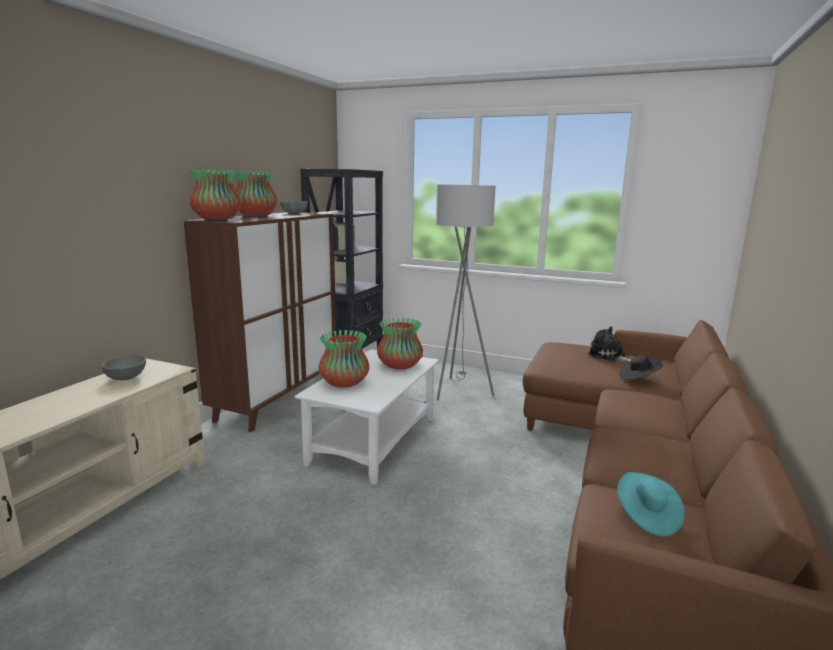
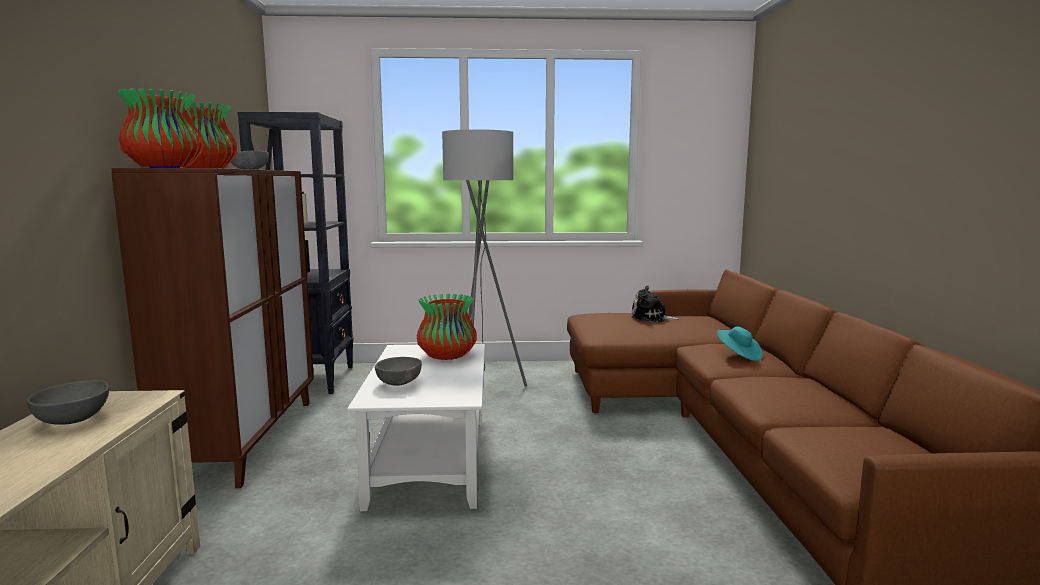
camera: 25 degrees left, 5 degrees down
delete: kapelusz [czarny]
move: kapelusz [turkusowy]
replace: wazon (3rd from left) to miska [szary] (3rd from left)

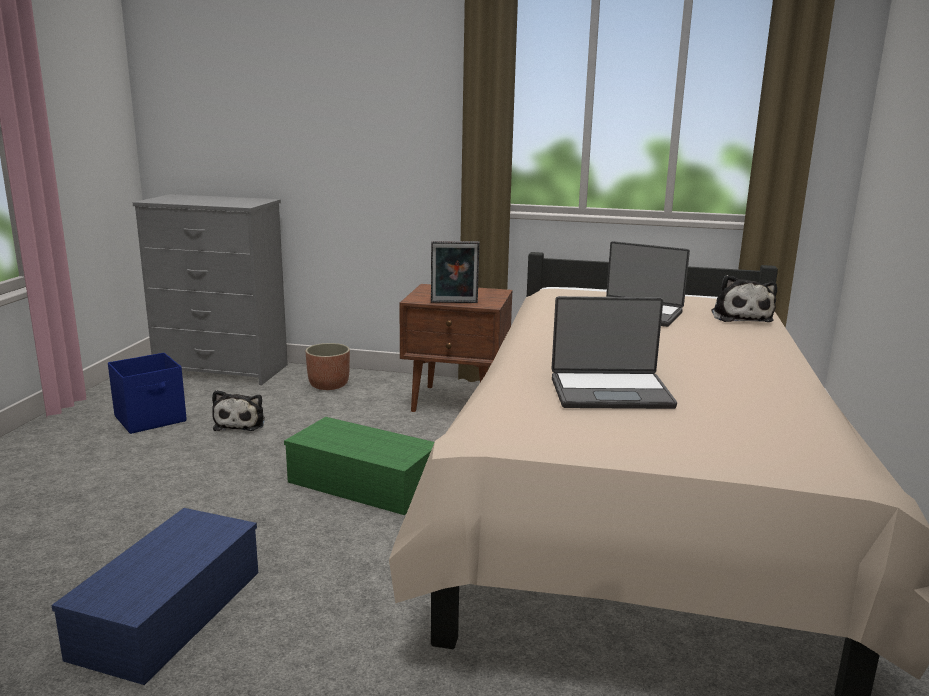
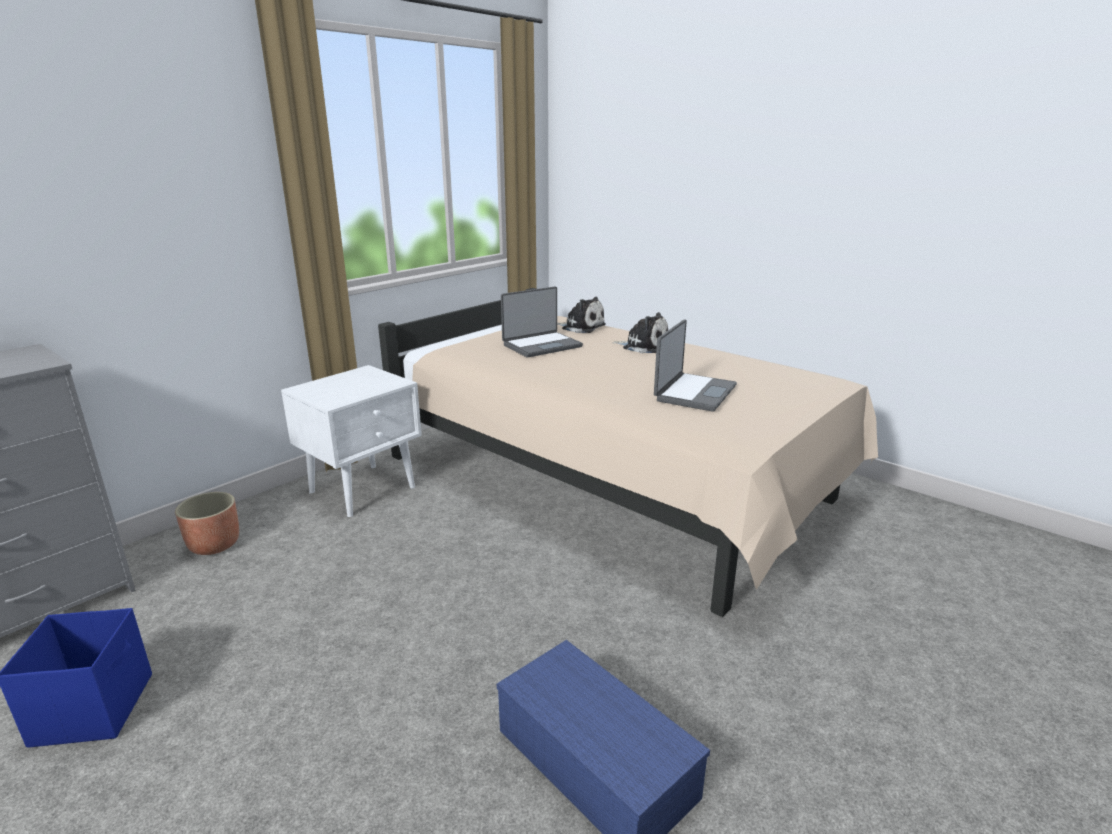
camera: 60 degrees left, 5 degrees up
delete: pojemnik do przechowywania [zielony]; ramka na zdjęcie
move: pluszak (1st from left in the first image) to pluszak (2nd from left)
recolor: szafka nocna [brązowy] to szafka nocna [biały]

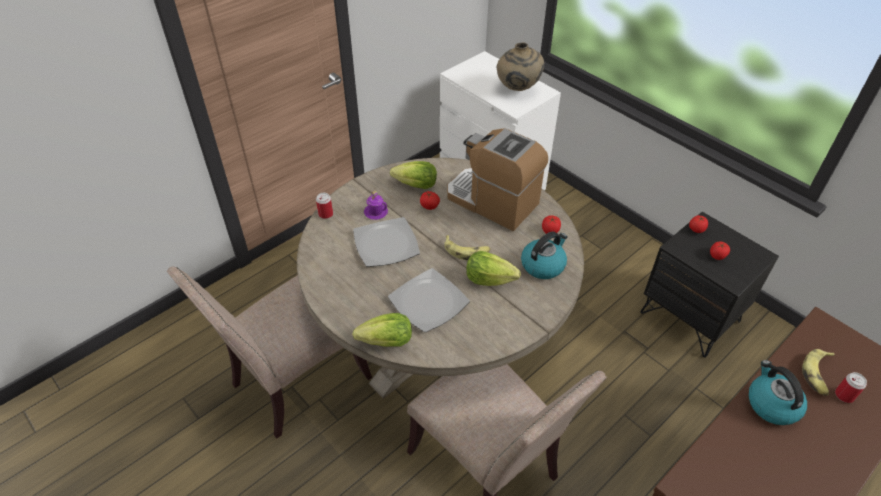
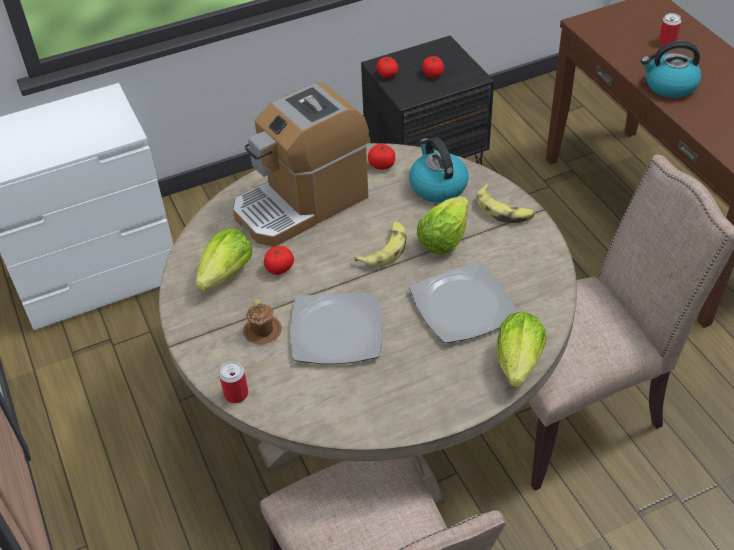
camera: 70 degrees left, 0 degrees up
delete: wazon [beżowy]
move: banan (2nd from left)
recolor: kubek [fioletowy] to kubek [brązowy]

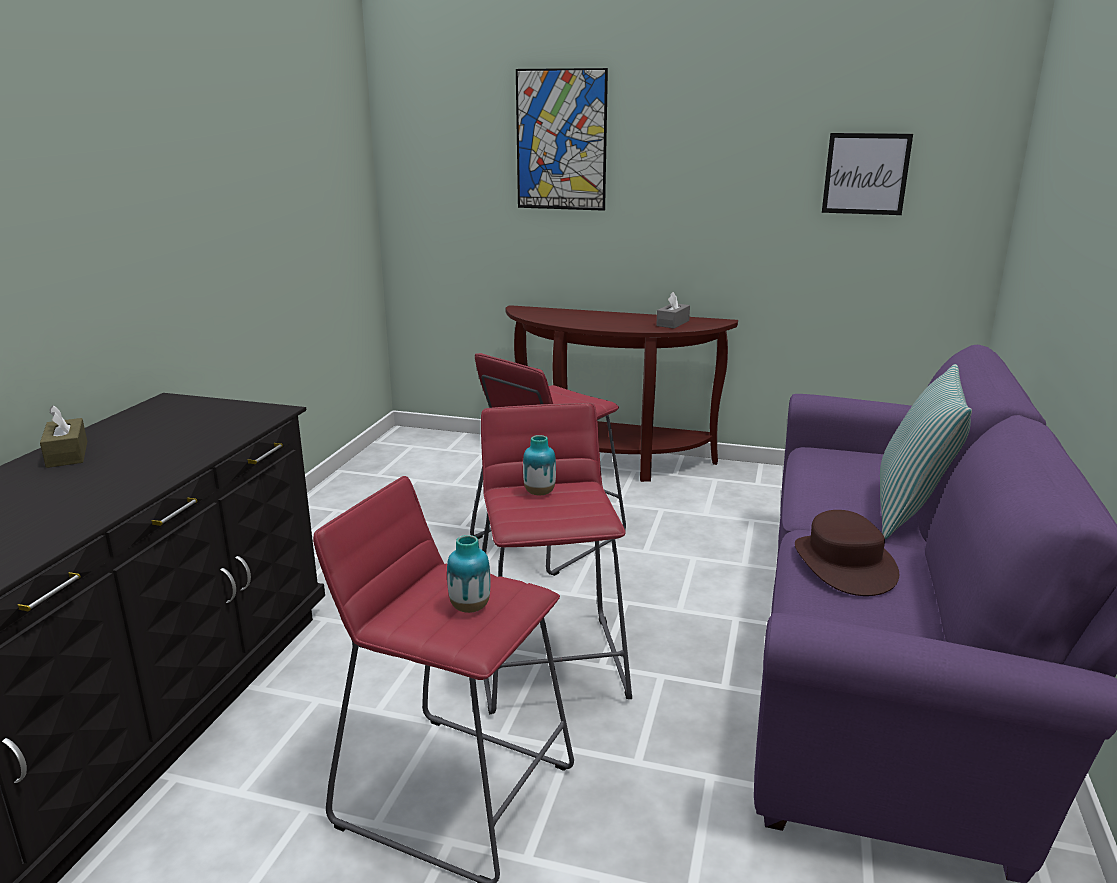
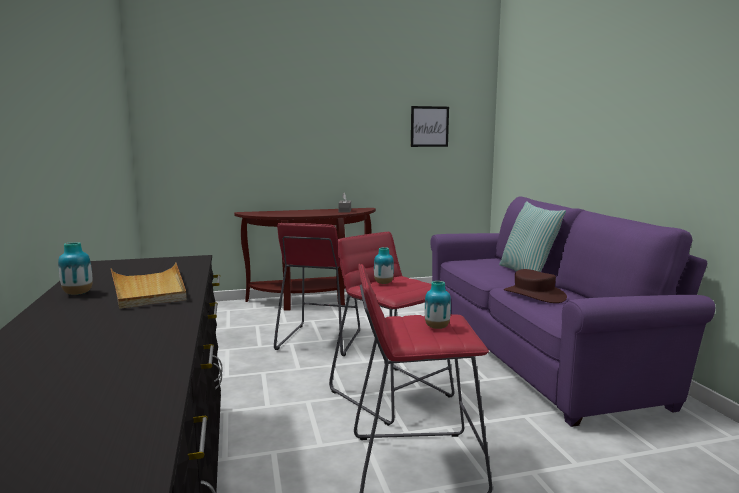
camera: 30 degrees left, 10 degrees down
delete: obraz (1st from left)
insert: taca [beżowy]
replace: pudełko chusteczek [brązowy] to wazon (1st from left)

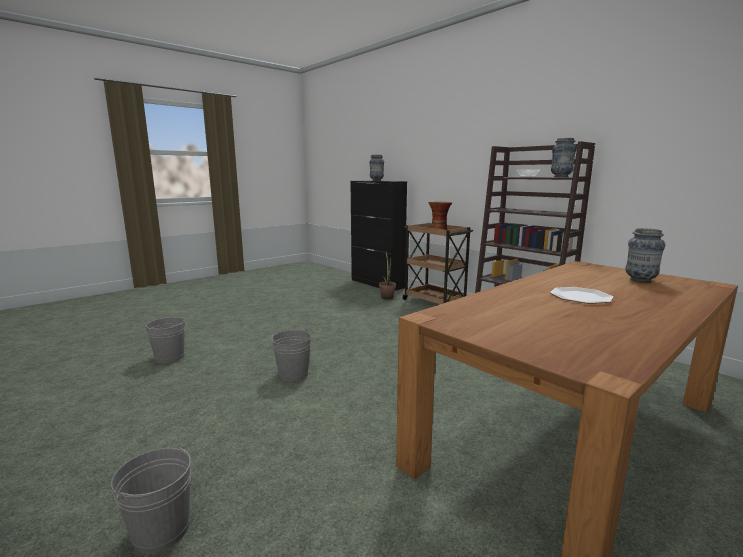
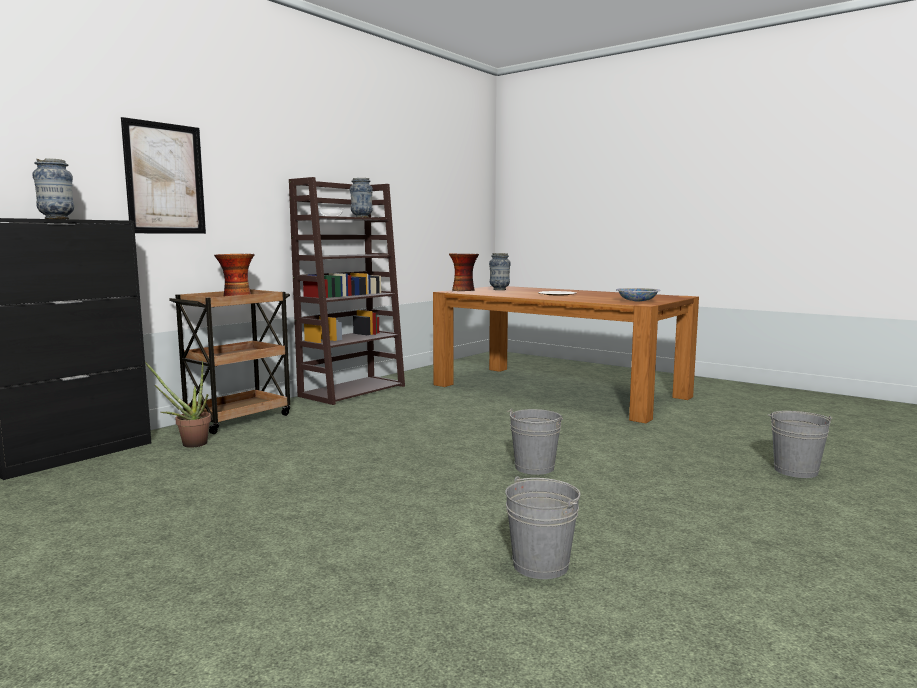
camera: 100 degrees left, 5 degrees down
insert: obraz; wazon (4th from left); miska (2nd from left)

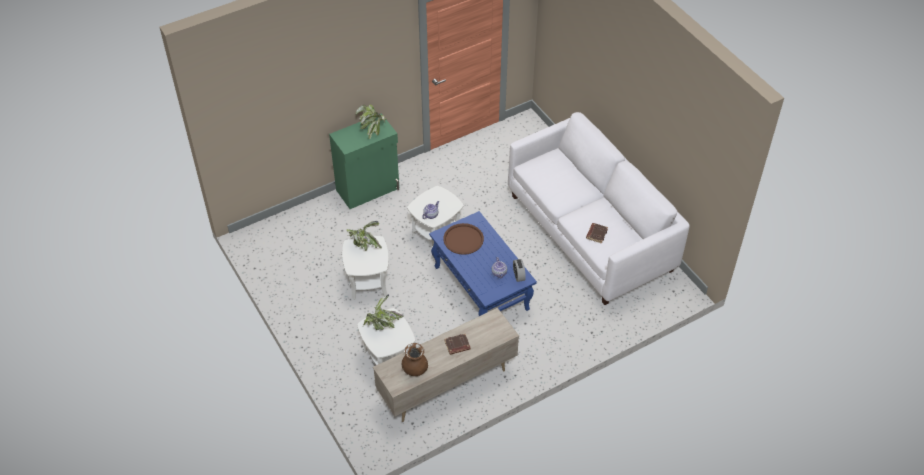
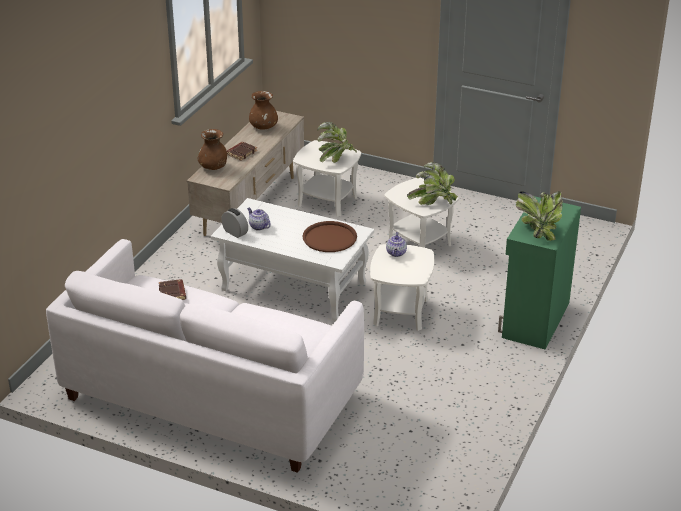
camera: 145 degrees right, 15 degrees down
insert: wazon [brązowy] (1st from left)
recolor: ława [niebieski] to ława [biały]

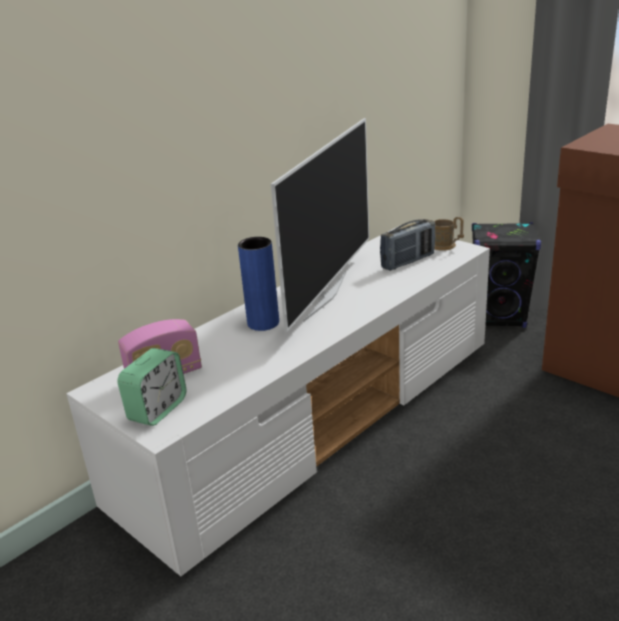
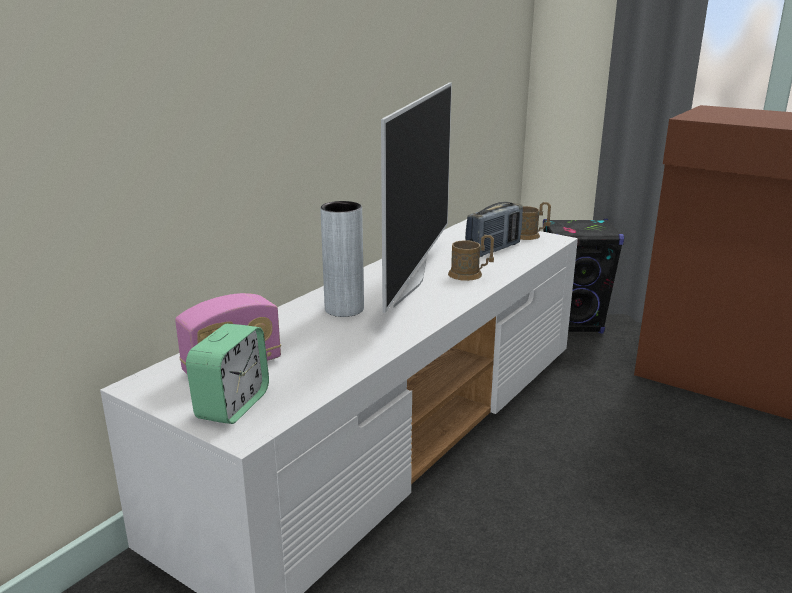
camera: 10 degrees left, 5 degrees down
insert: kubek [brązowy] (1st from left)
recolor: wazon [niebieski] to wazon [szary]

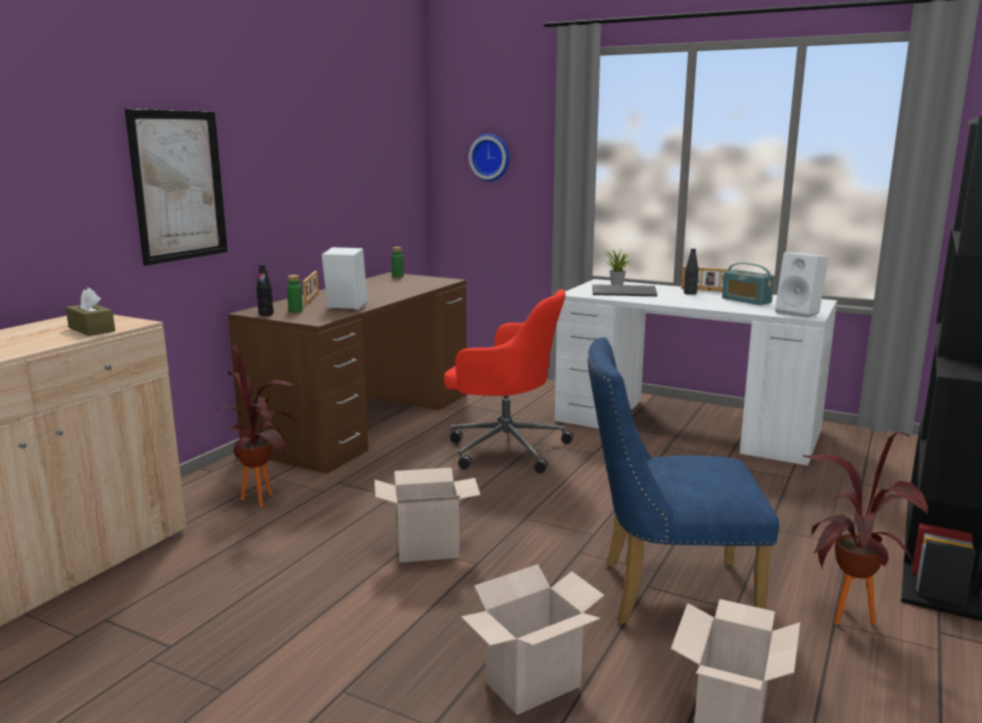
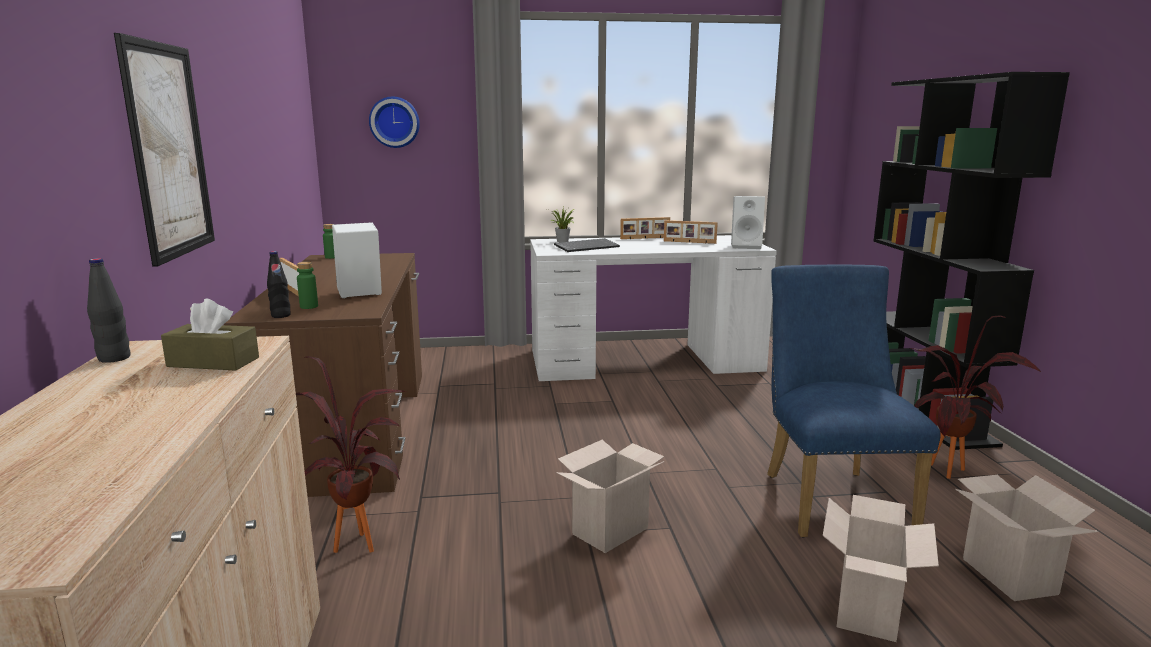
camera: 35 degrees left, 0 degrees up
delete: krzesło biurowe [czerwony]
move: butelka [czarny] (2nd from left in the first image) to butelka [czarny] (1st from left)
replace: radio to ramka na zdjęcie (3rd from left)
rotate: krzesło [niebieski] 120 degrees clockwise

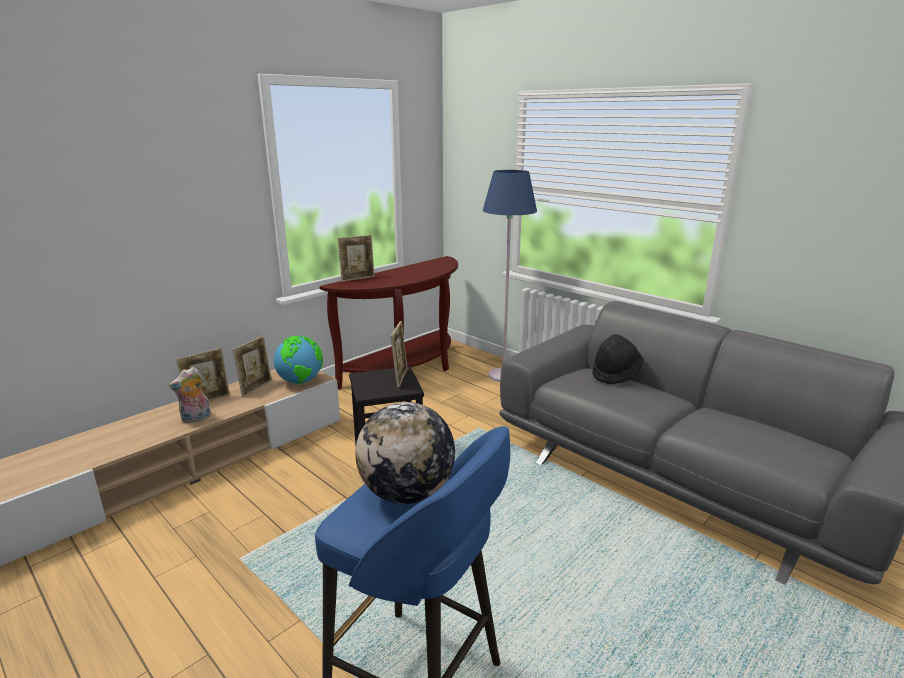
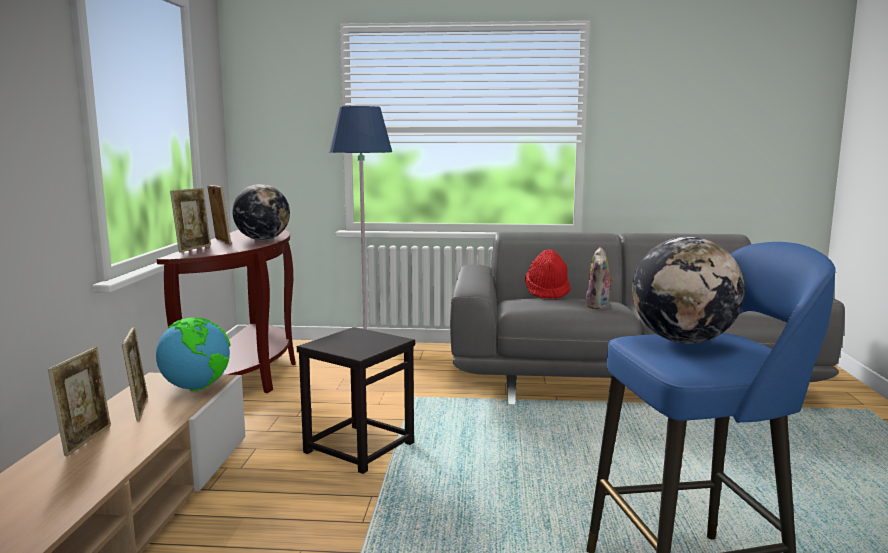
camera: 40 degrees left, 10 degrees down
insert: globus (2nd from left)
move: pluszak; ramka na zdjęcie (4th from left)
recolor: kapelusz [czarny] to kapelusz [czerwony]

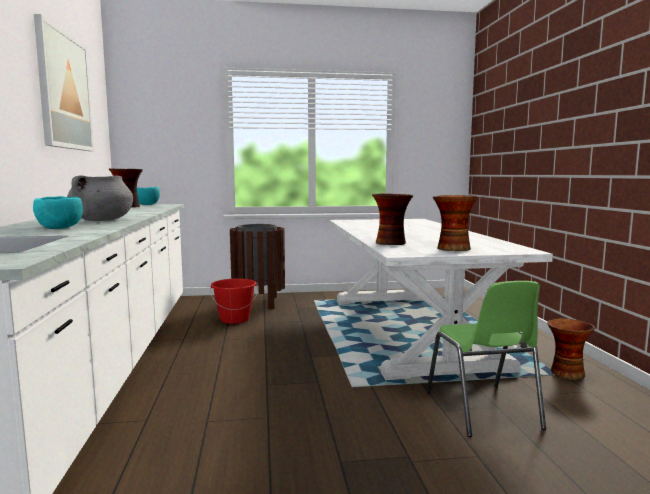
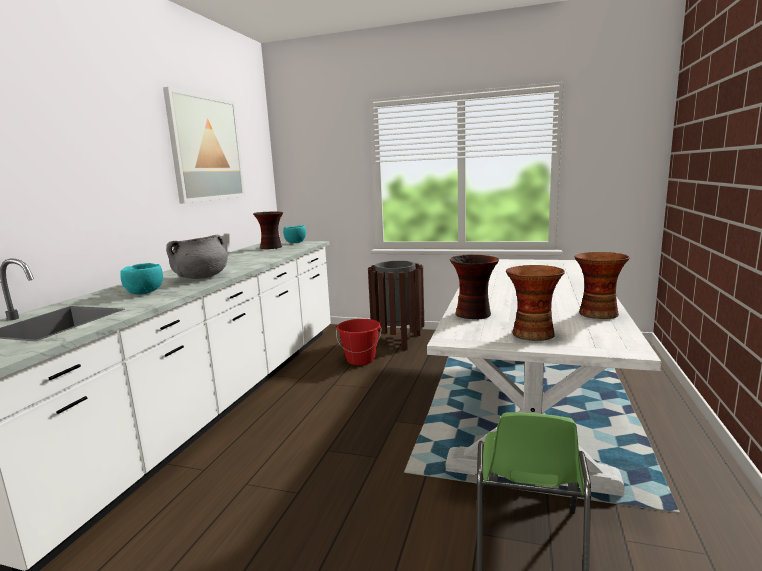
camera: 25 degrees right, 5 degrees up
move: wazon (4th from left)

